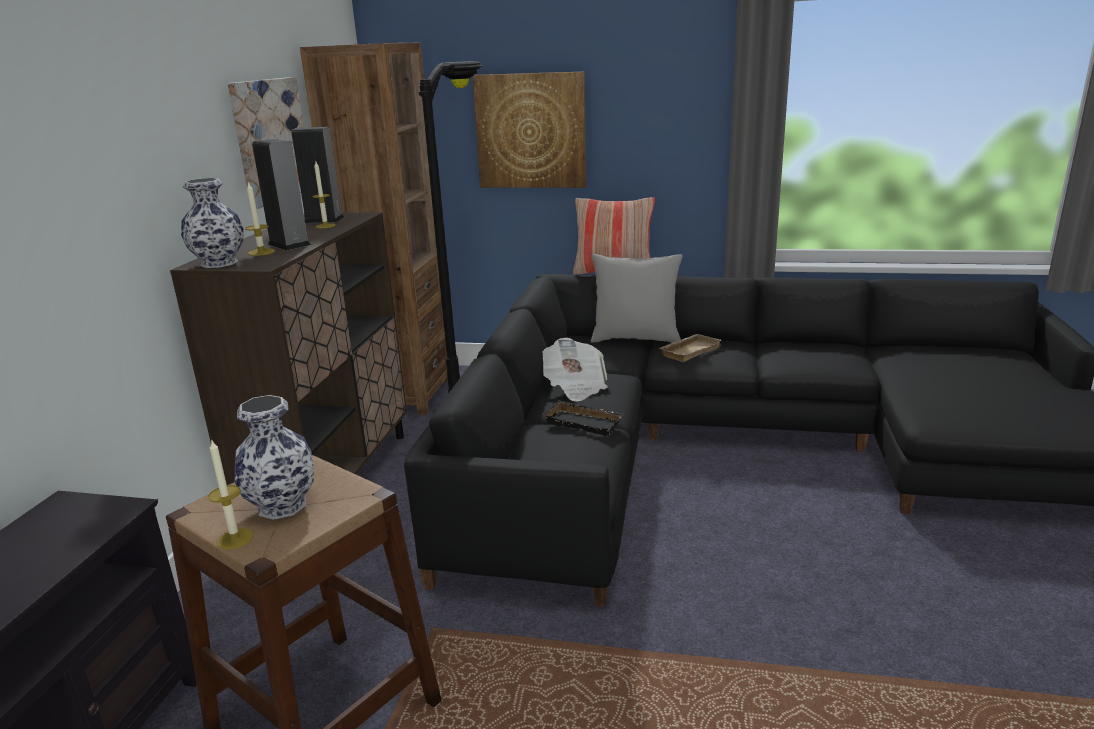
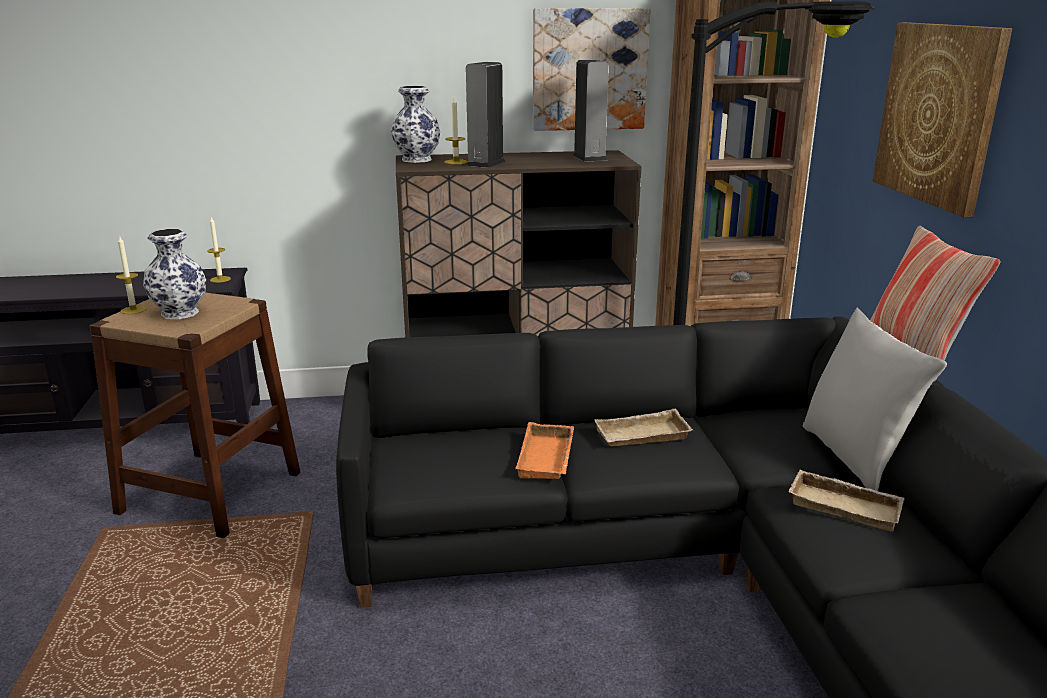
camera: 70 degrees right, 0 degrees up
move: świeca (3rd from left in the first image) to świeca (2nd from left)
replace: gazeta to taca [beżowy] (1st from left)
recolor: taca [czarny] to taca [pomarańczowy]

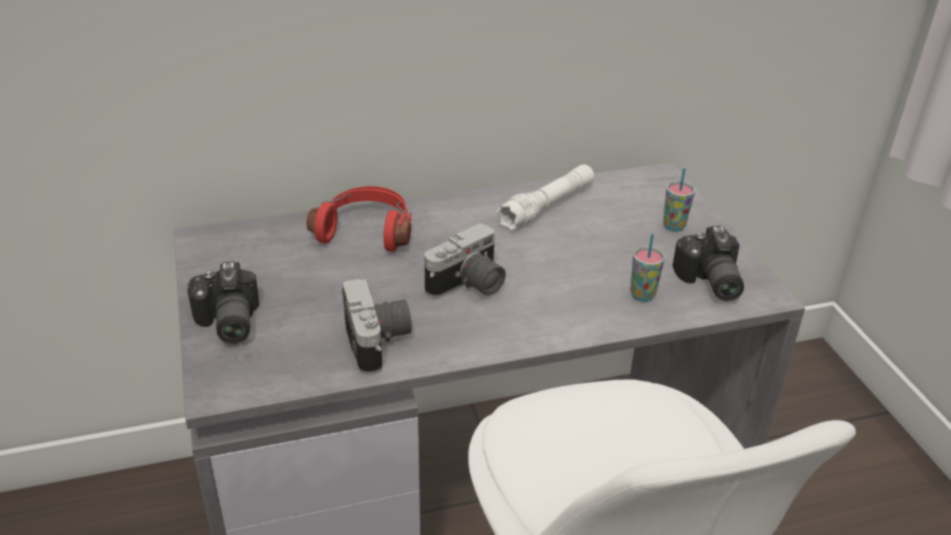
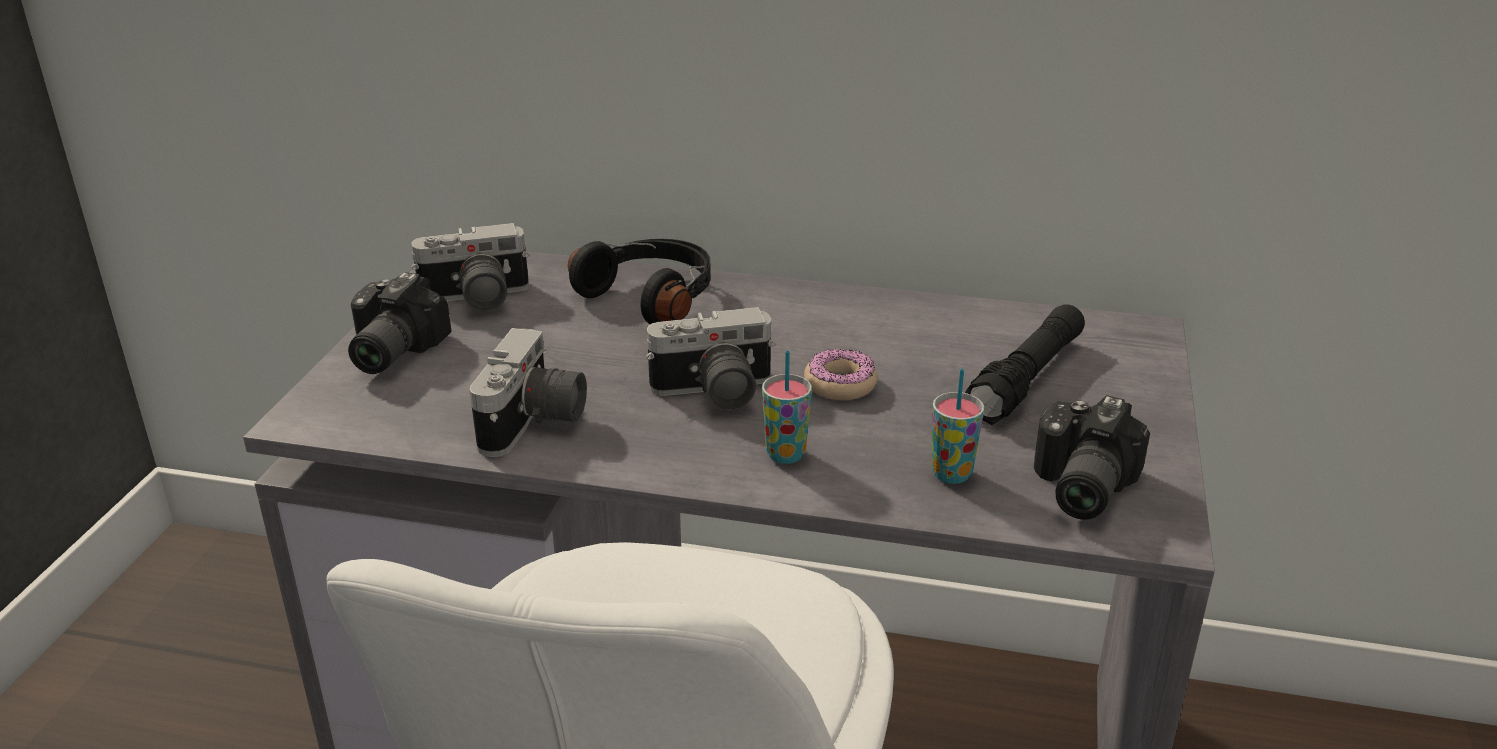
camera: 30 degrees right, 5 degrees down
delete: latarka [biały]
insert: aparat fotograficzny (2nd from left); donut; latarka [czarny]
move: filiżanka (2nd from left in the first image) to filiżanka (1st from left)
recolor: słuchawki [czerwony] to słuchawki [czarny]

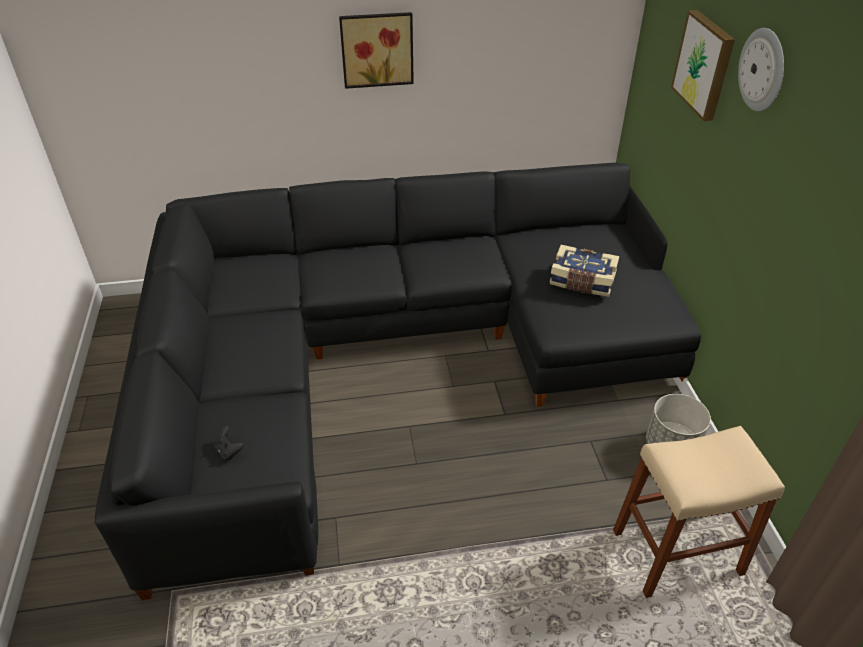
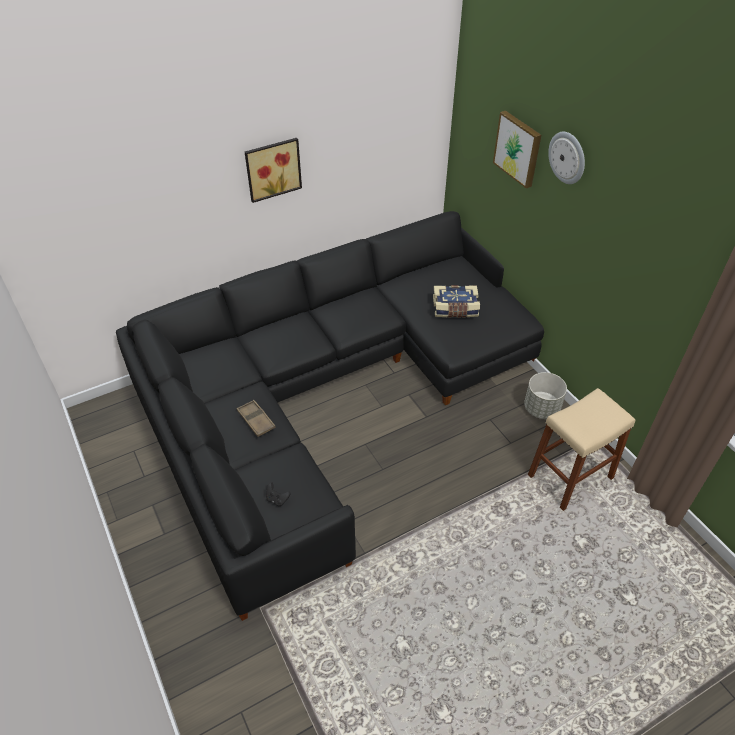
camera: 20 degrees left, 5 degrees up
insert: taca [brązowy]

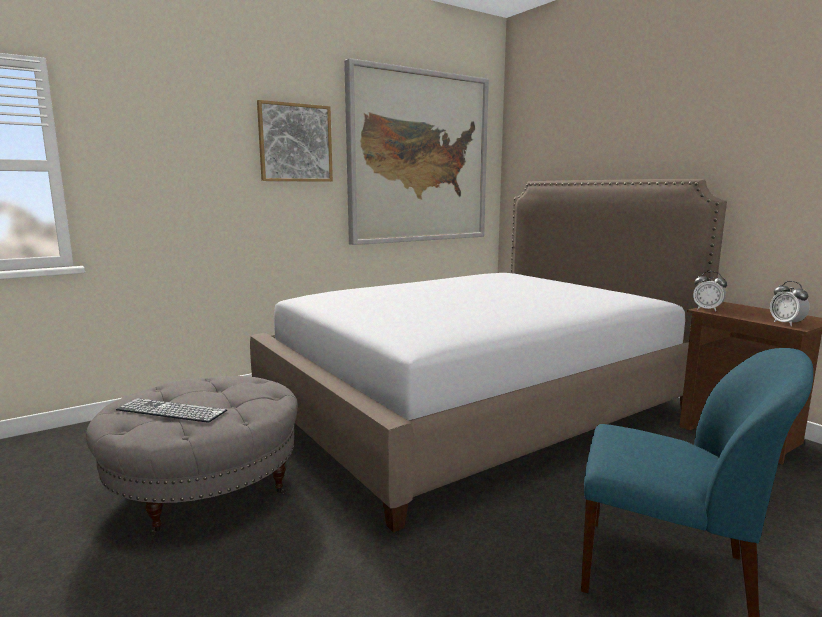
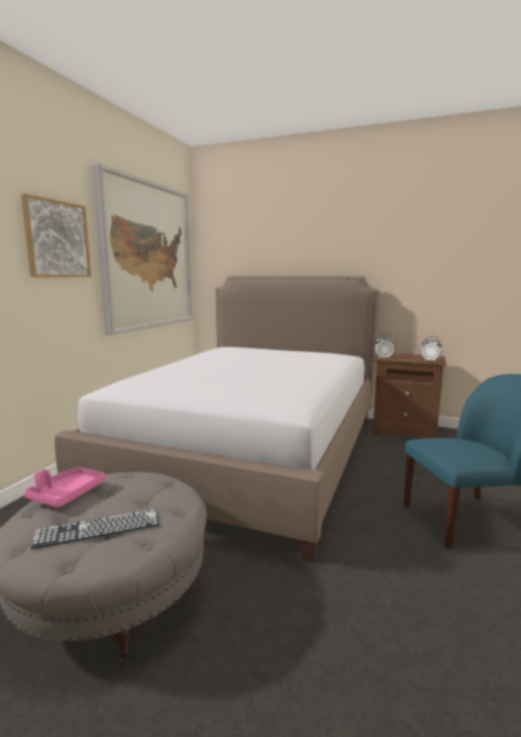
camera: 35 degrees left, 0 degrees up
insert: taca [różowy]

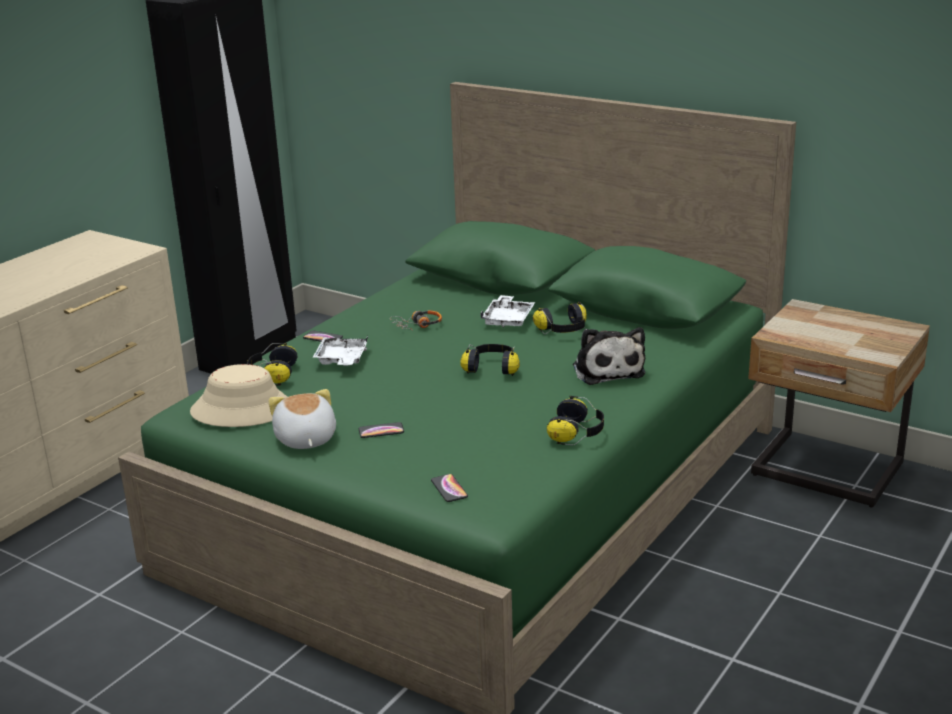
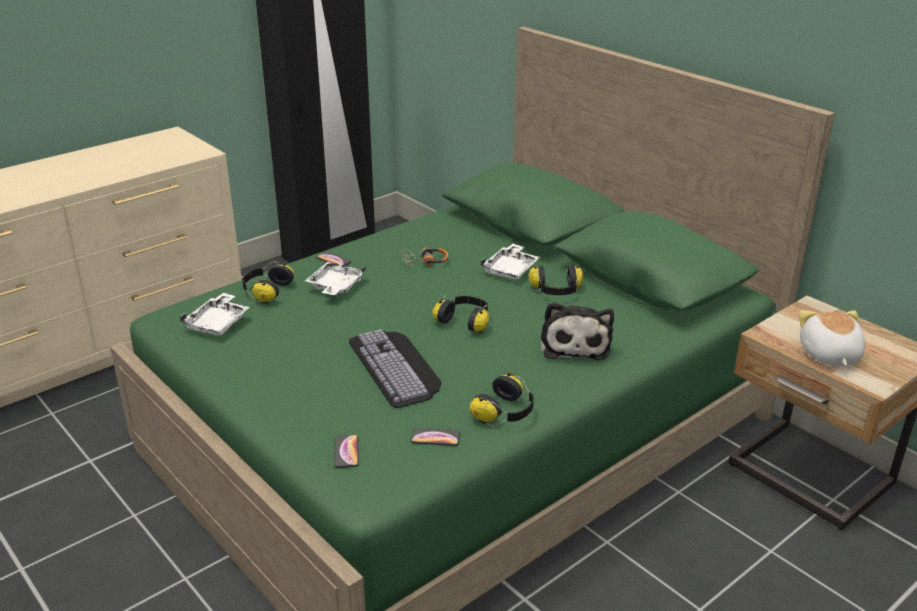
camera: 15 degrees right, 5 degrees up
insert: klawiatura
move: pluszak (1st from left in the first image) to pluszak (2nd from left); telefon (2nd from left in the first image) to telefon (3rd from left)
replace: kapelusz [beżowy] to taca [biały] (1st from left)

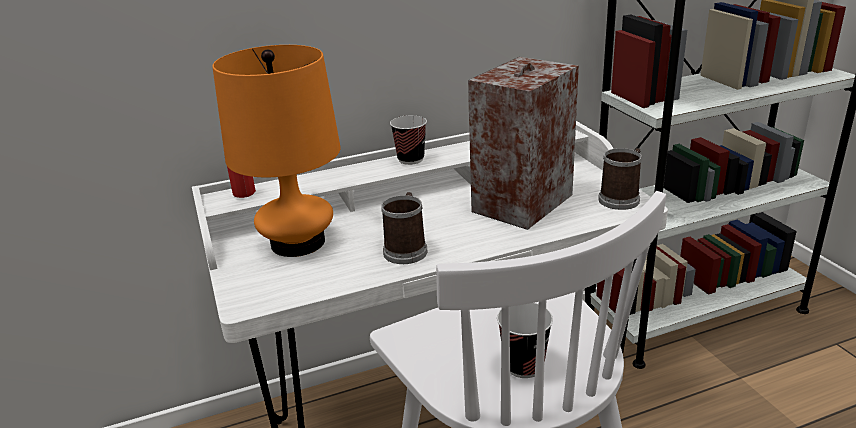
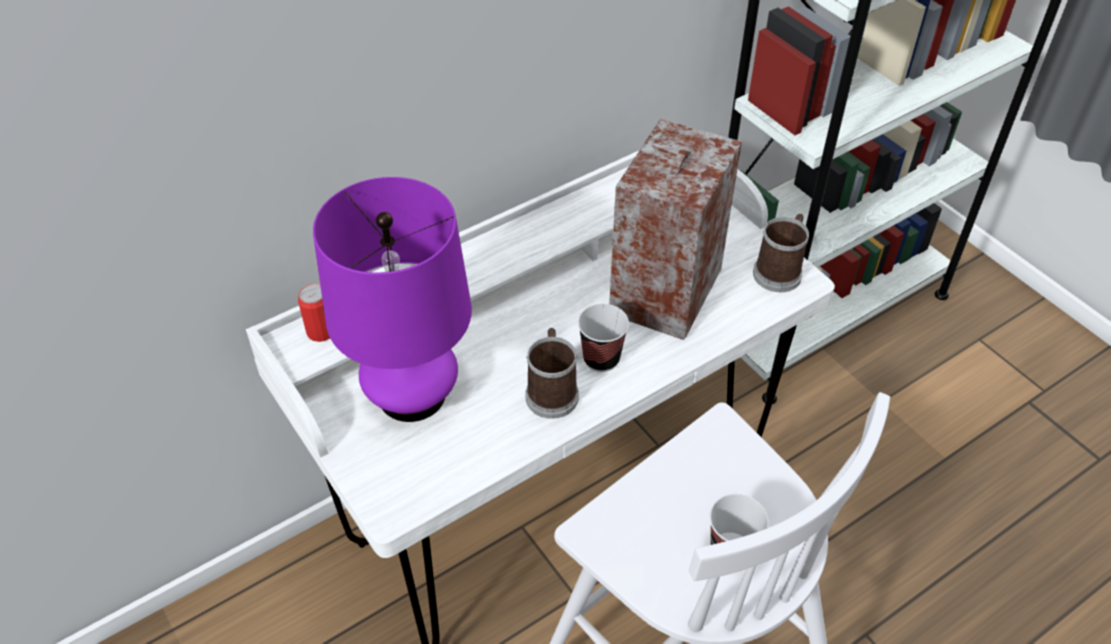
camera: 15 degrees left, 20 degrees up
move: filiżanka (1st from left)
recolor: lampa stołowa [pomarańczowy] to lampa stołowa [fioletowy]

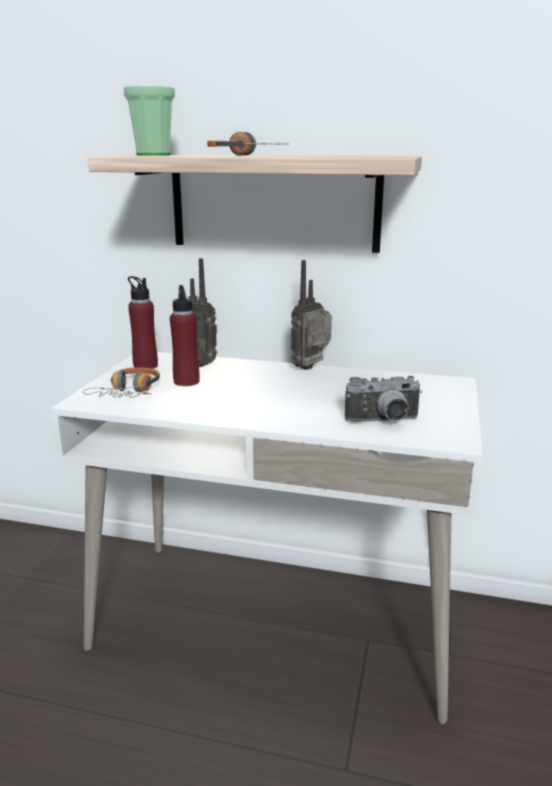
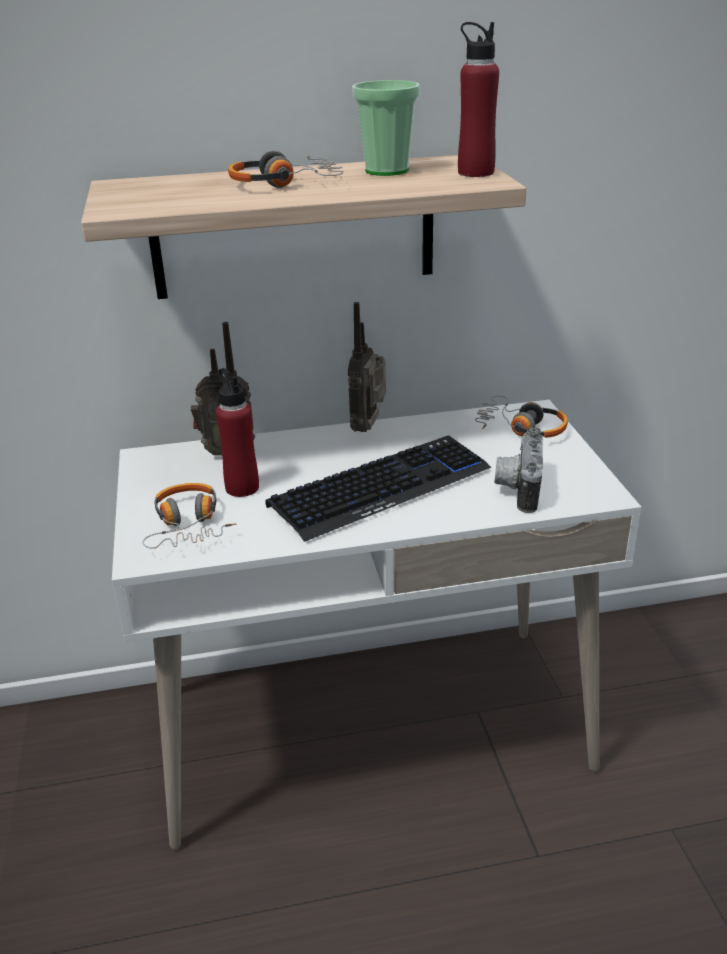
camera: 25 degrees left, 10 degrees up
insert: klawiatura; słuchawki (3rd from left)
move: filiżanka; butelka [czerwony] (1st from left in the first image) to butelka [czerwony] (2nd from left)
rotate: aparat fotograficzny 135 degrees clockwise

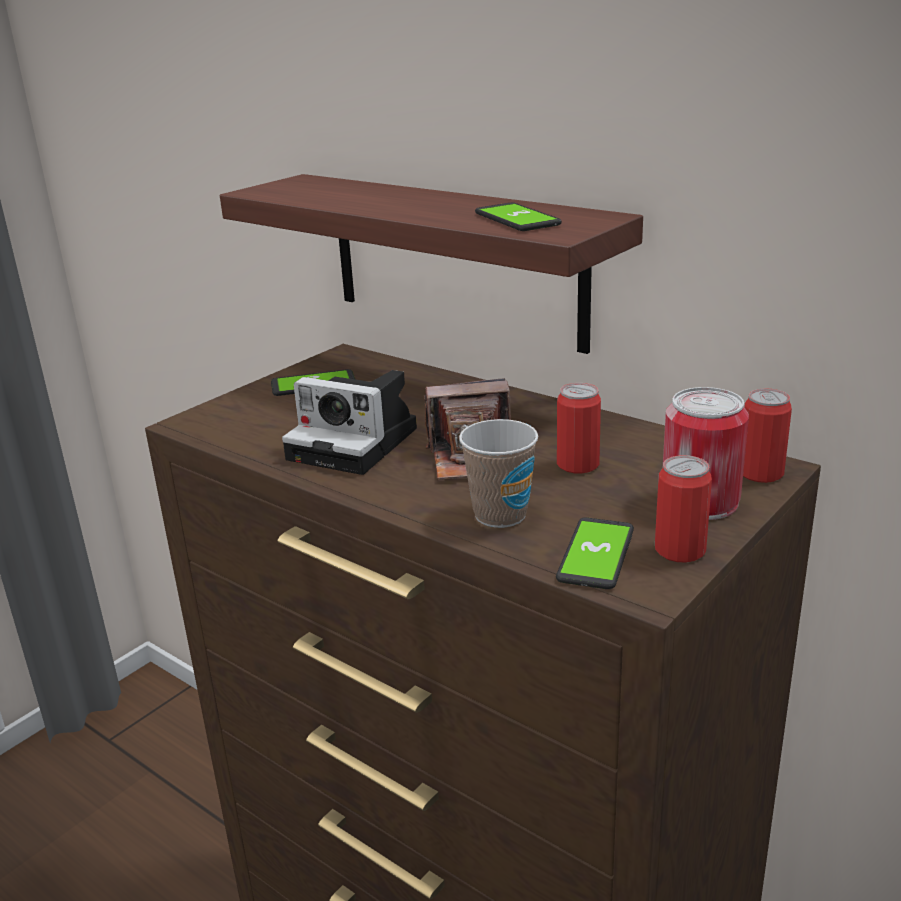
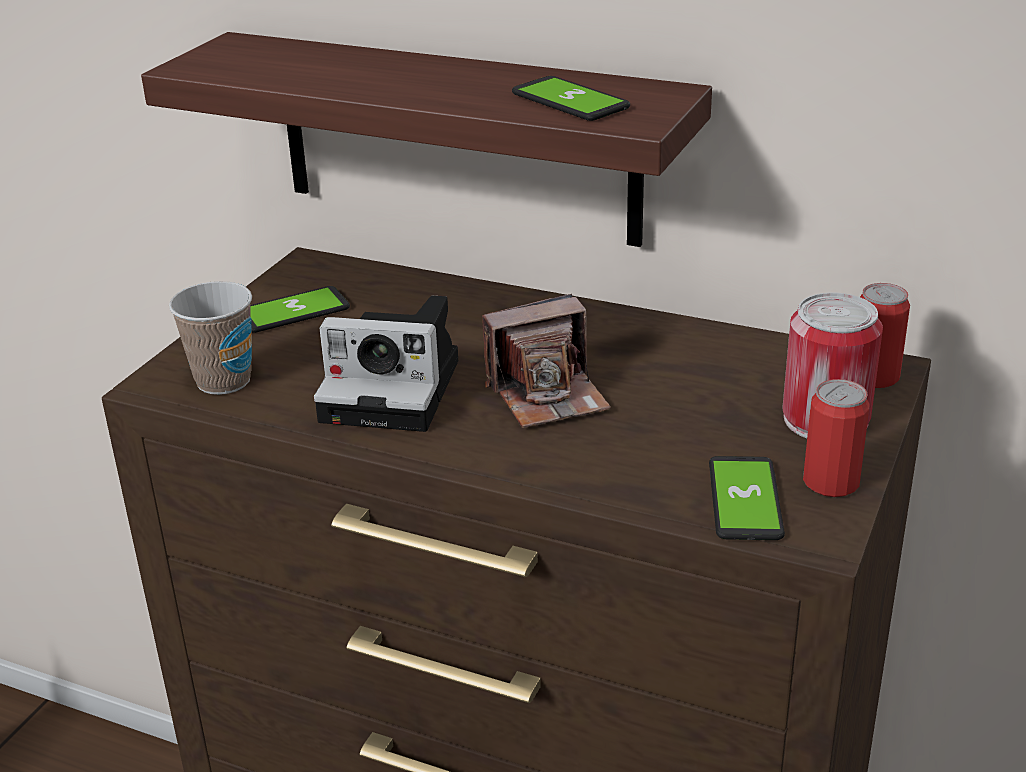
camera: 15 degrees left, 5 degrees up
delete: puszka (1st from left)
move: filiżanka

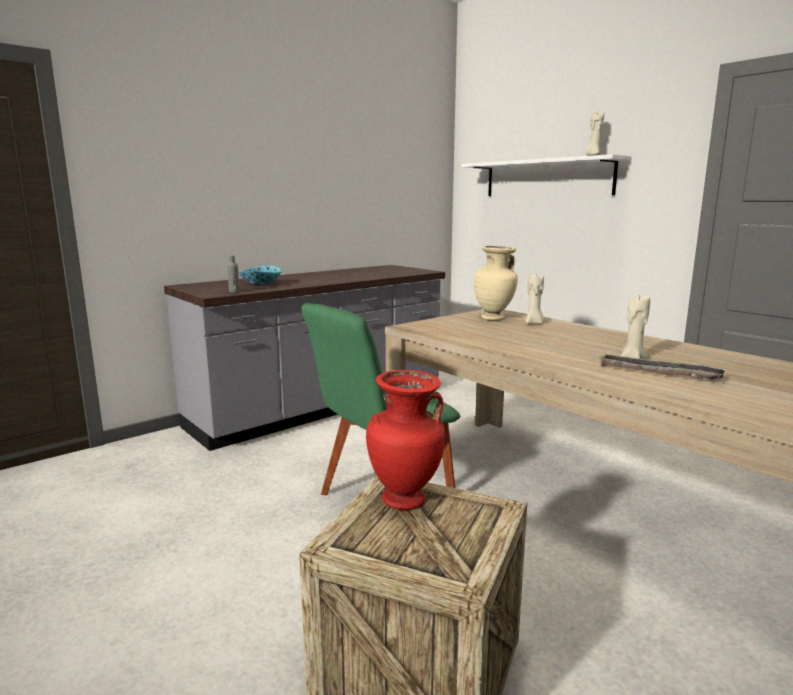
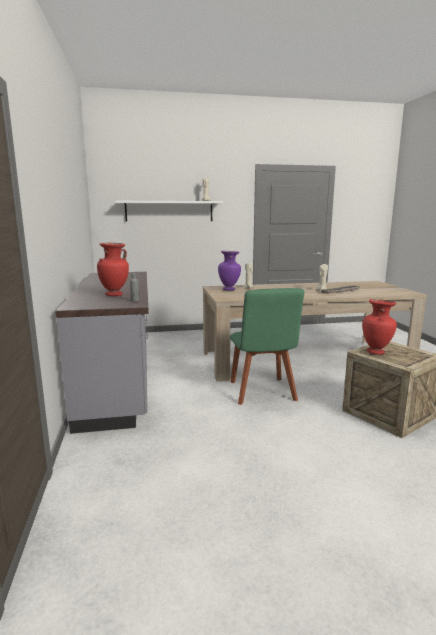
camera: 60 degrees left, 0 degrees up
replace: miska to wazon [czerwony] (1st from left)
recolor: wazon [beżowy] to wazon [fioletowy]

